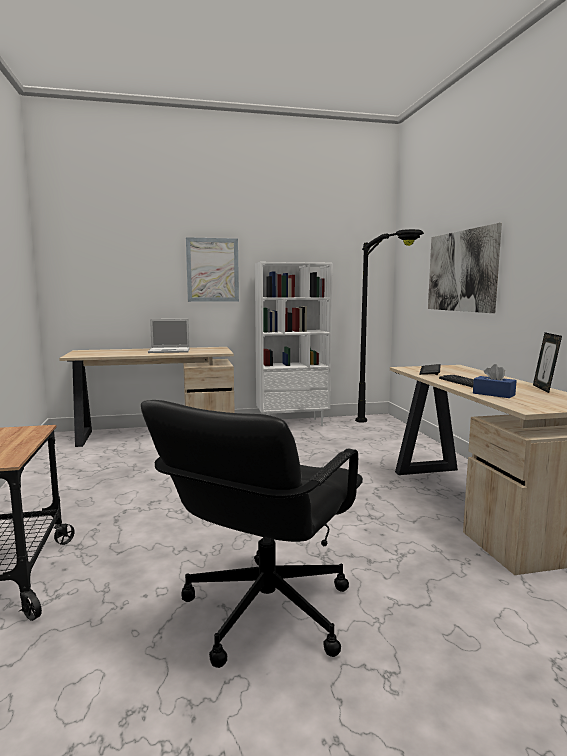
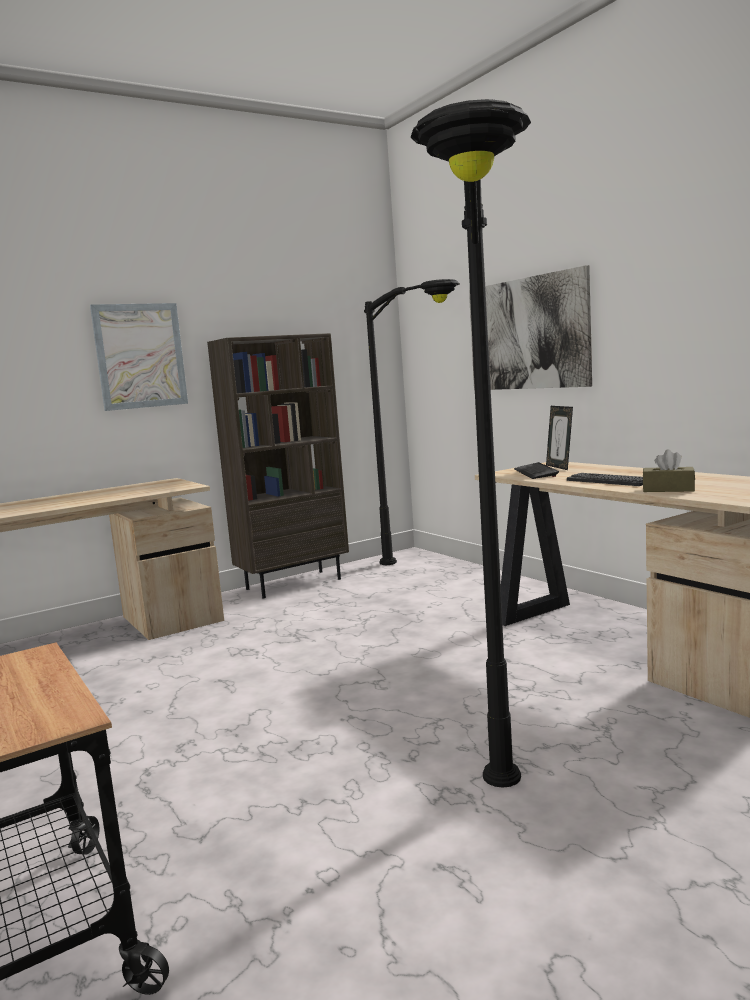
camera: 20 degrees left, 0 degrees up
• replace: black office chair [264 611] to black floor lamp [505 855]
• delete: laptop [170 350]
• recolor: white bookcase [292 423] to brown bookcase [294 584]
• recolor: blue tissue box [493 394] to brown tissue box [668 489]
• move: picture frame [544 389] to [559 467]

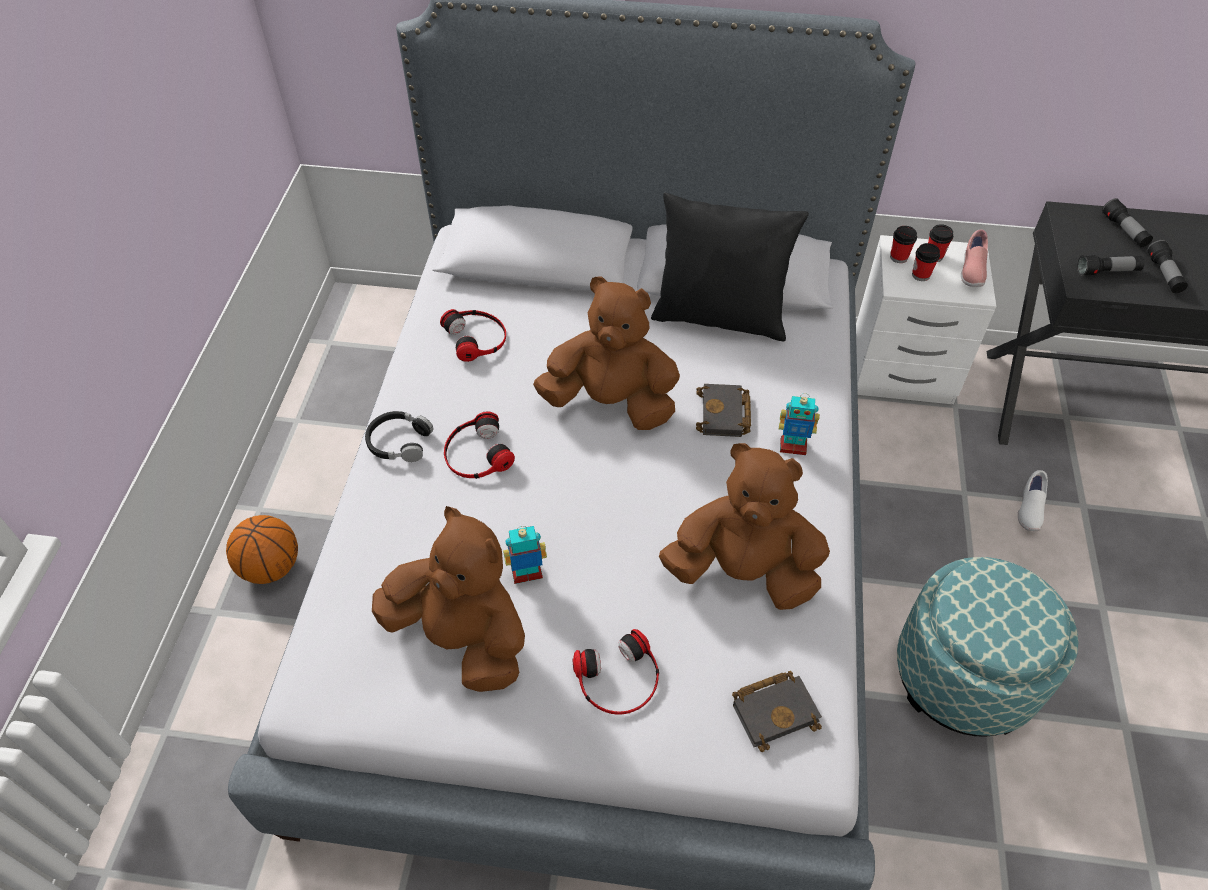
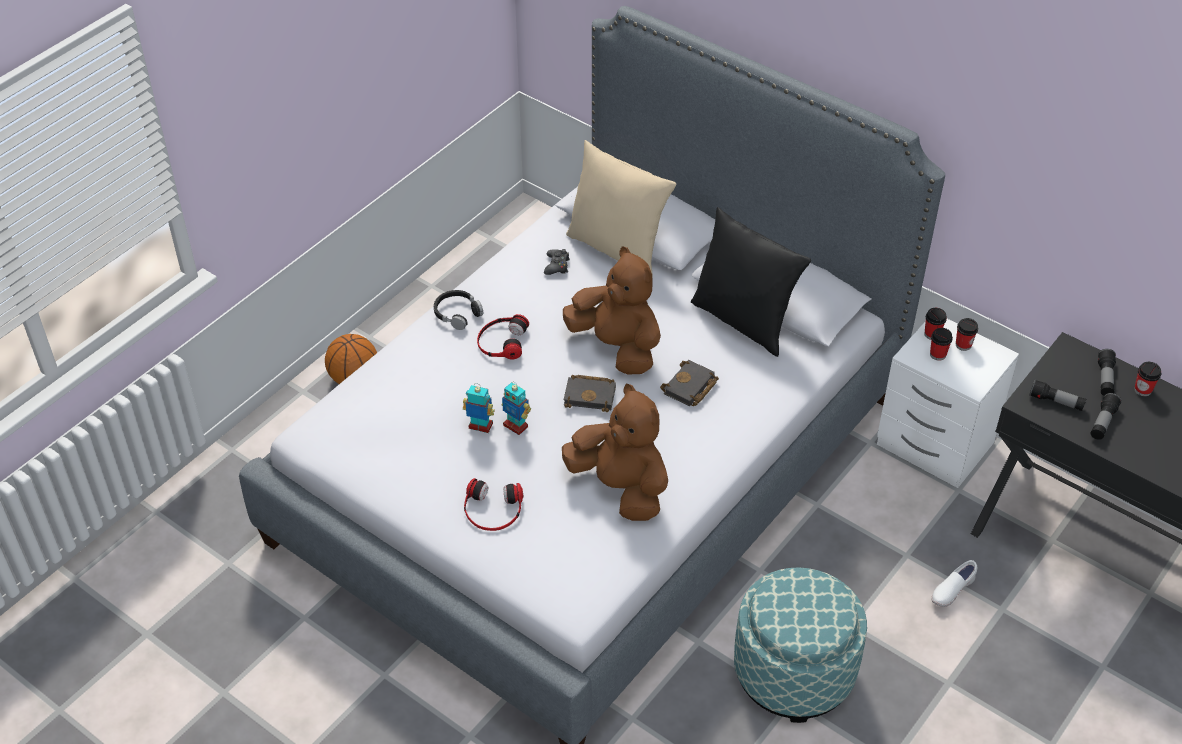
camera: 30 degrees right, 5 degrees down
• delete: brown plush toy [462 637]
• replace: headphones [477 337] to black game controller [557 266]
• move: black book [775 710] to [591 395]
• move: toy robot [793 446] to [516 425]
• delete: pink shoe [971 270]
• insert: beige pillow [617 249]
• insert: cup [1143 390]

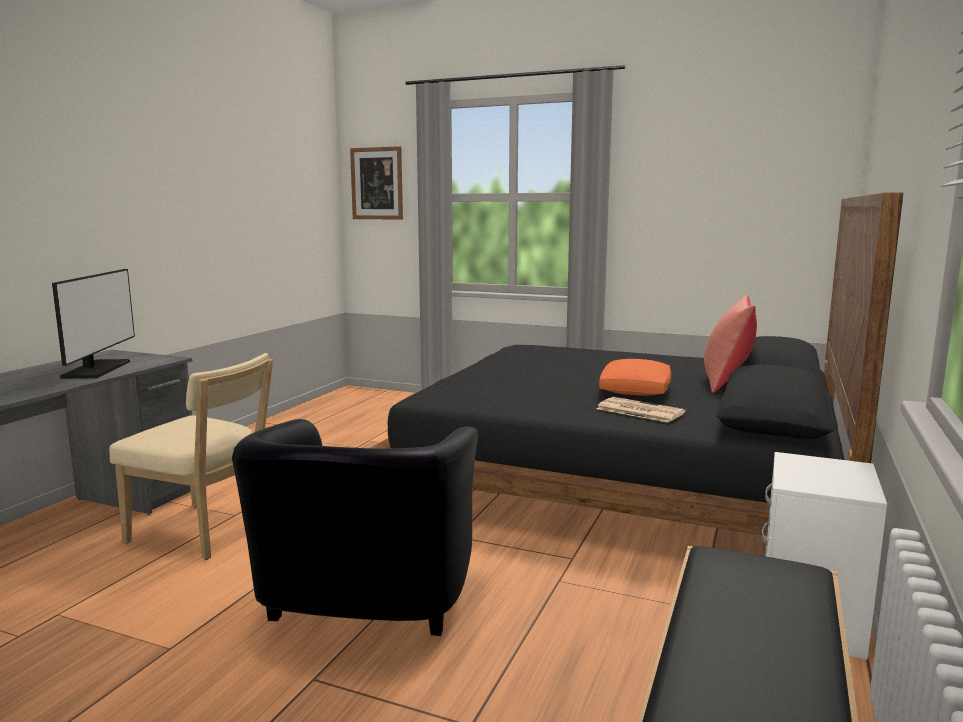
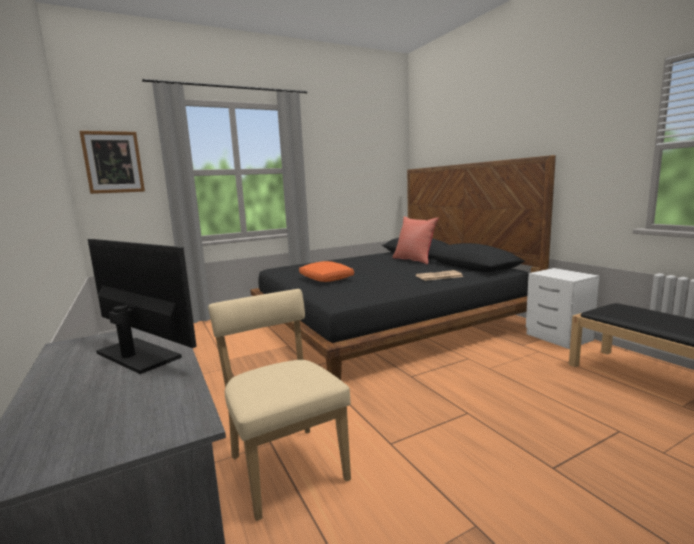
camera: 50 degrees left, 0 degrees up
• rotate: beige chair [205 533] = [285 465] 90 degrees counterclockwise
• delete: black armchair [364 607]
• move: orange pillow [635 390] to [326 279]

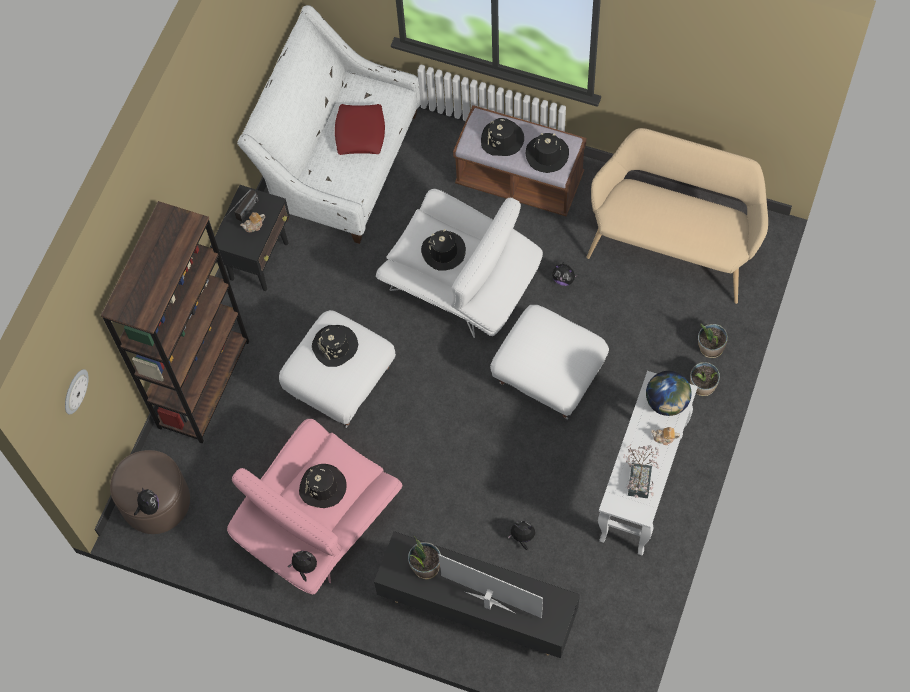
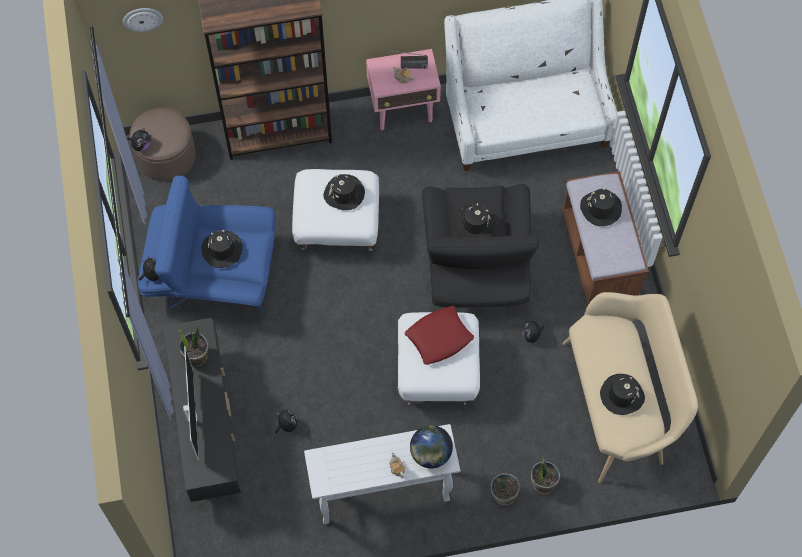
camera: 55 degrees right, 0 degrees up
• recolor: black side table [259 260] to pink side table [403 111]
• recolor: pink armchair [318 524] to blue armchair [212 274]
• move: red pillow [360 132] to [439 337]
• recolor: white armchair [462 285] to black armchair [476 264]
• move: black hat [547 155] to [621 395]
• delete: potted plant [640 478]

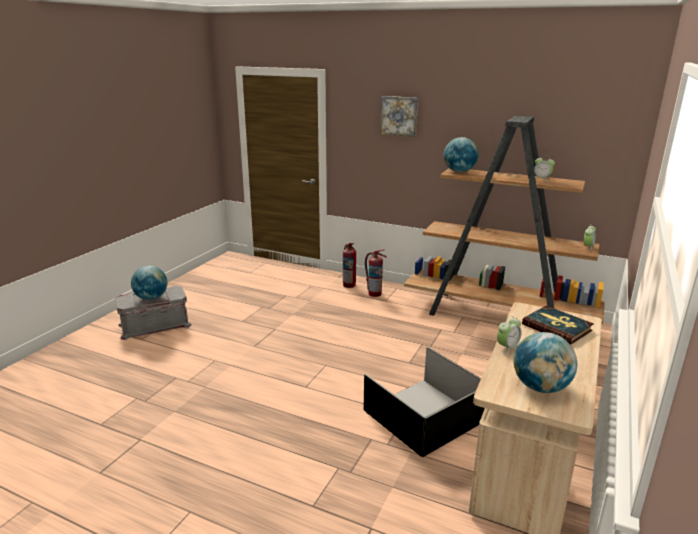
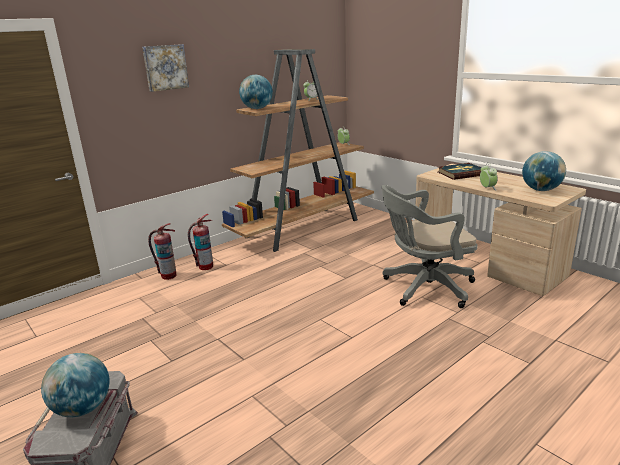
camera: 65 degrees left, 0 degrees up
• replace: black storage box [424 414] to grey office chair [424 288]

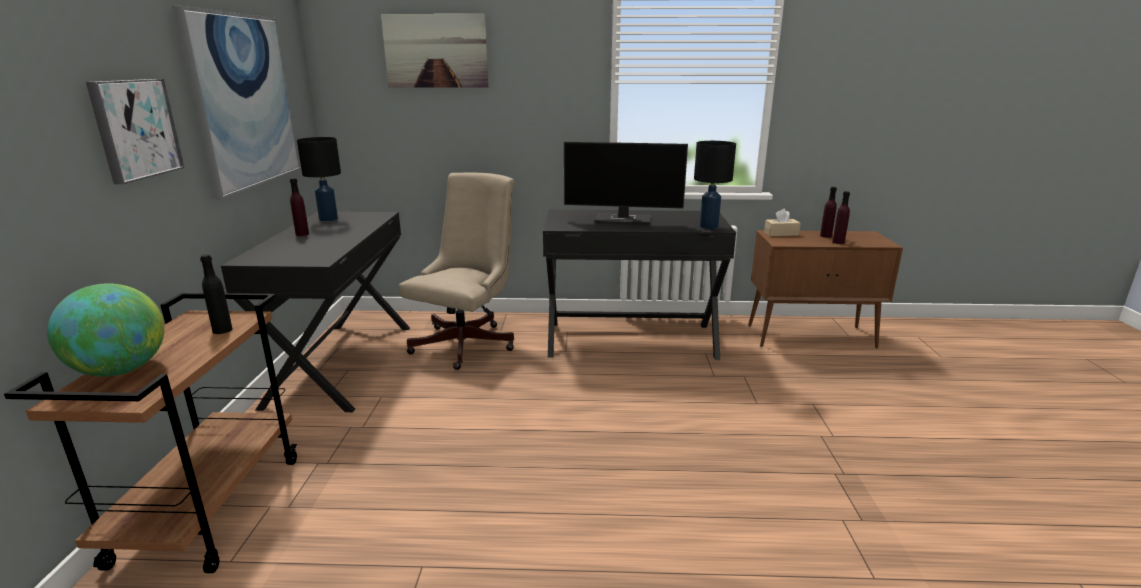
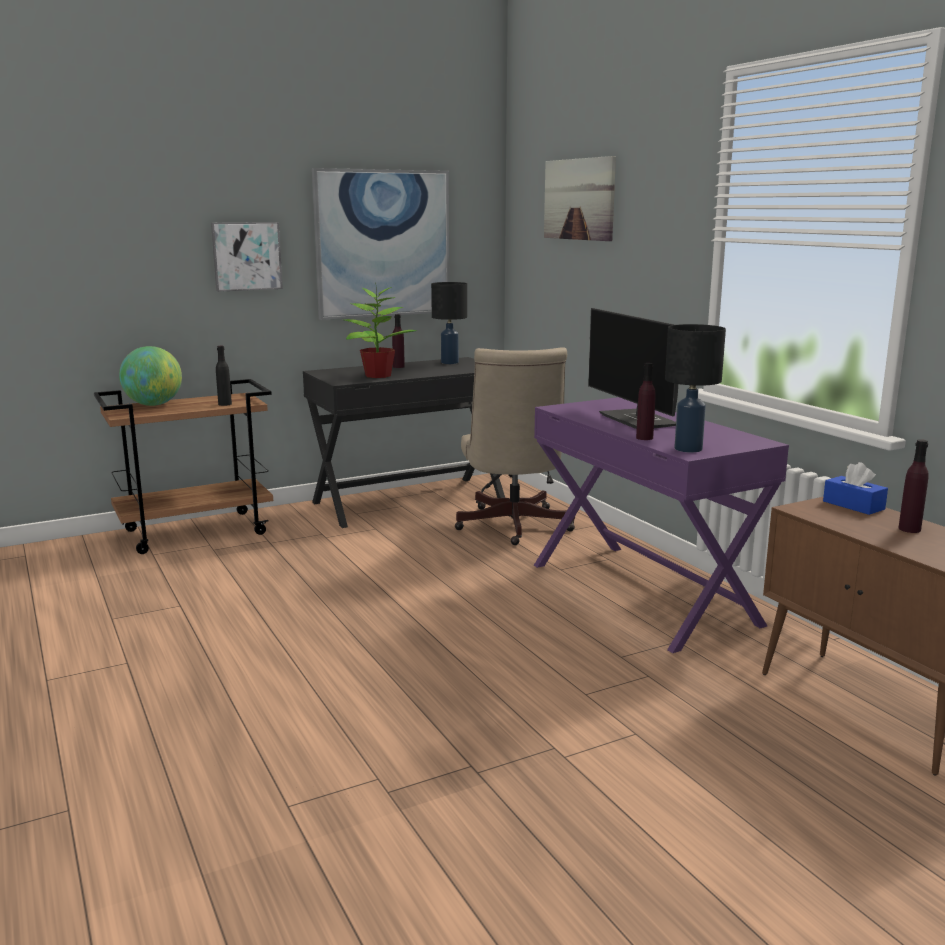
camera: 60 degrees right, 5 degrees down
• rotate: beige office chair [468 342] = [513 527] 90 degrees clockwise
• recolor: black desk [631 339] to purple desk [643 593]
• recolor: beige tissue box [781 233] to blue tissue box [853 505]
• move: purple bottle [838 242] to [644 438]
• insert: potted plant [377 375]

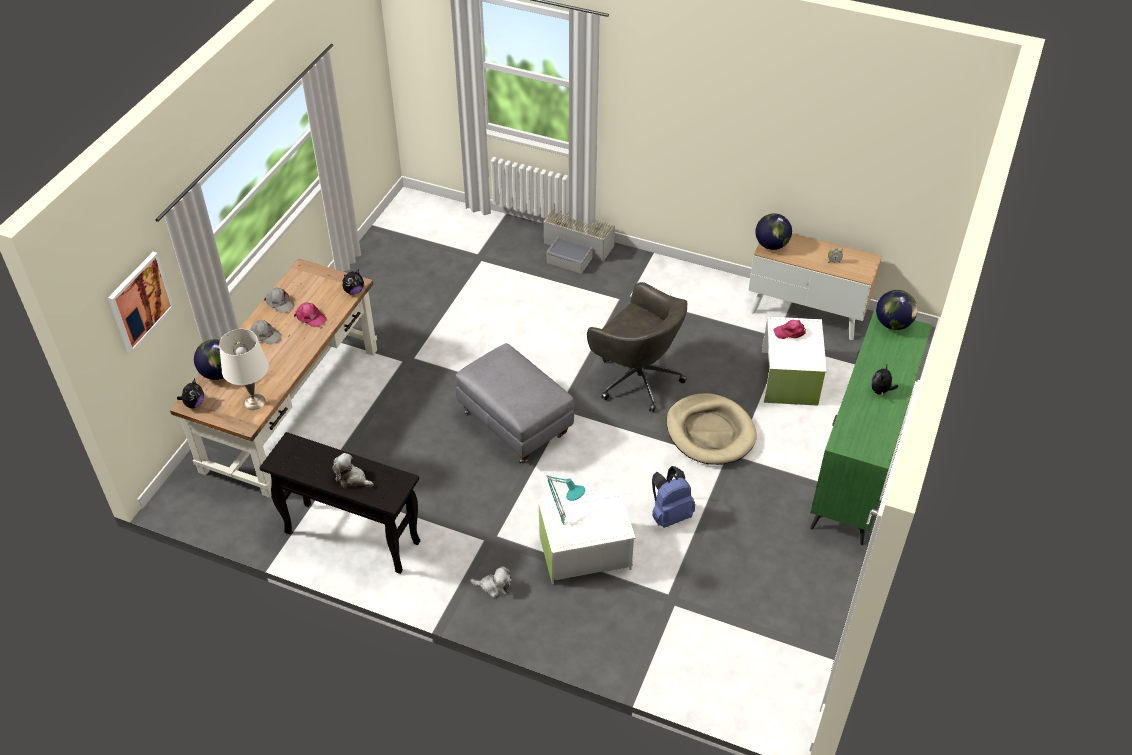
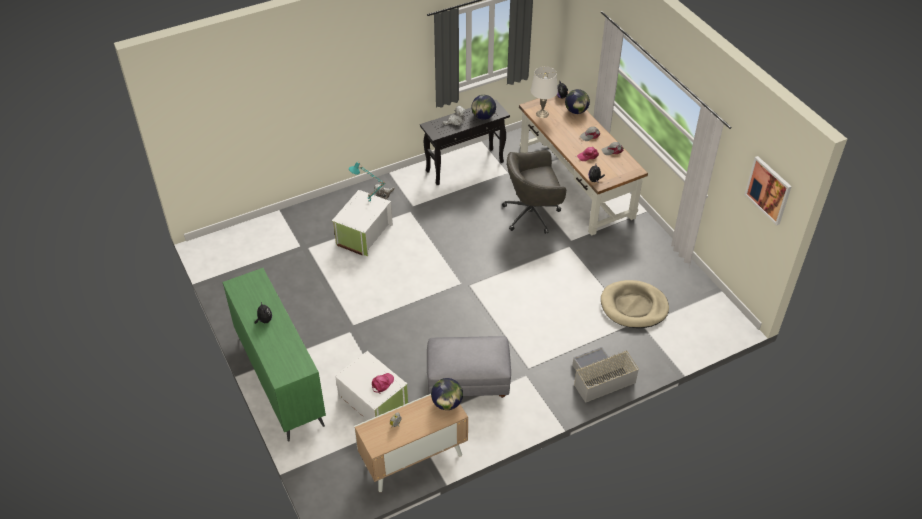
camera: 130 degrees right, 0 degrees up
• move: picture [140 301] to [768 190]
• move: grey ottoman [516 424] to [468 384]
• move: grey office chair [636 378] to [532 214]
• delete: blue backpack [670 515]
• move: beige dog bed [710 432] to [634 306]
• move: globe [893 324] to [483 116]

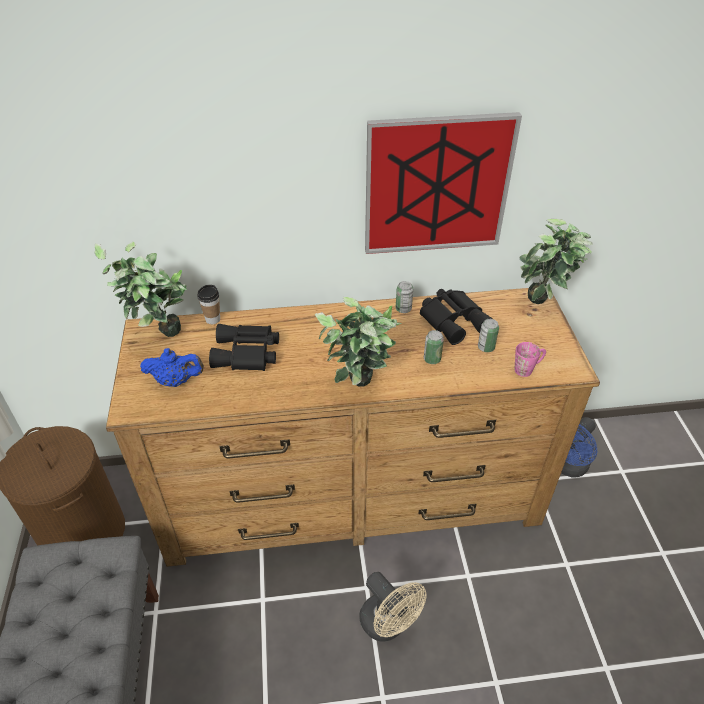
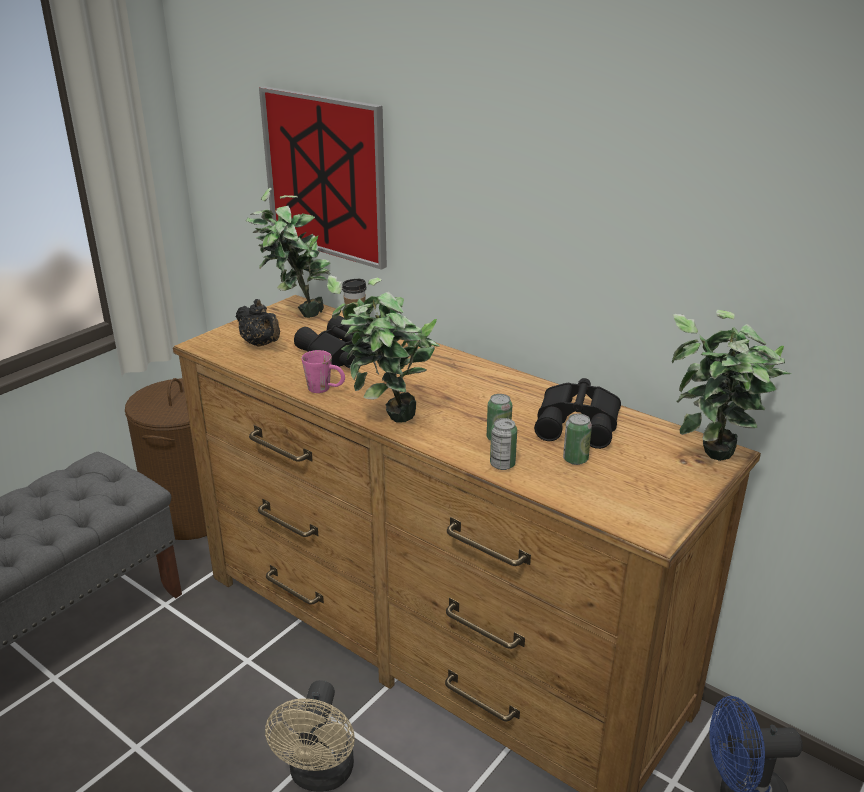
camera: 45 degrees right, 15 degrees down
• recolor: blue teapot [176 381] to black teapot [261 344]
• move: picture [437 185] to [325 176]
• move: can [403 309] to [502 464]
• move: pink mug [528 368] to [325 389]

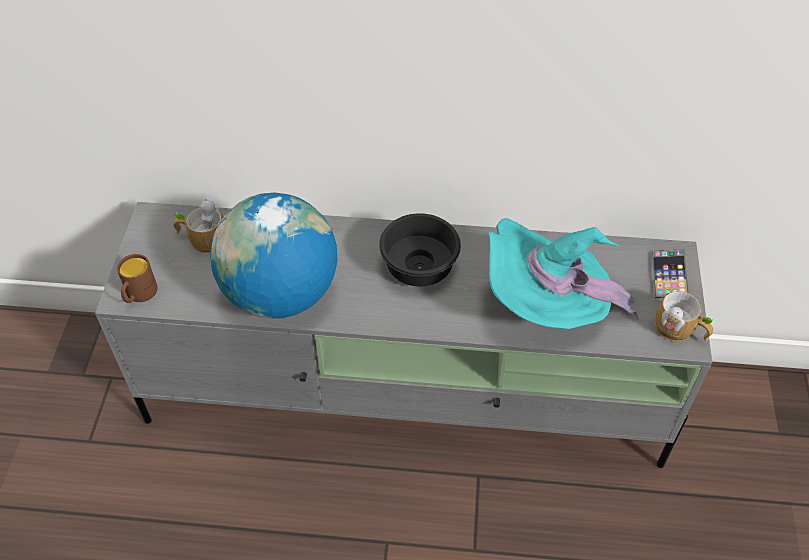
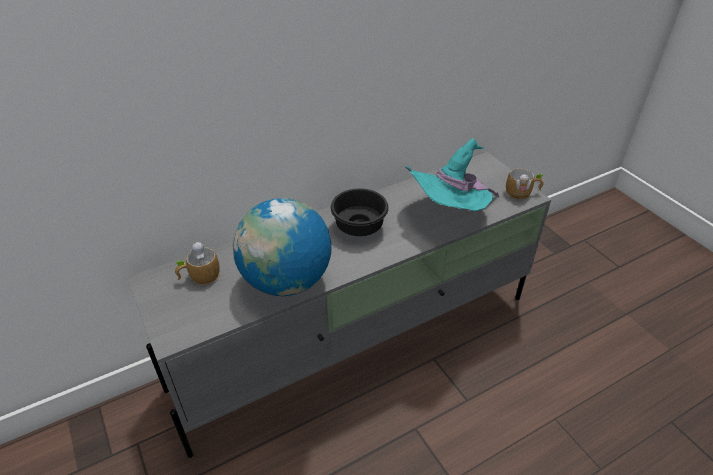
camera: 35 degrees left, 10 degrees down
• delete: brown mug [139 295]
• delete: phone [668 276]

